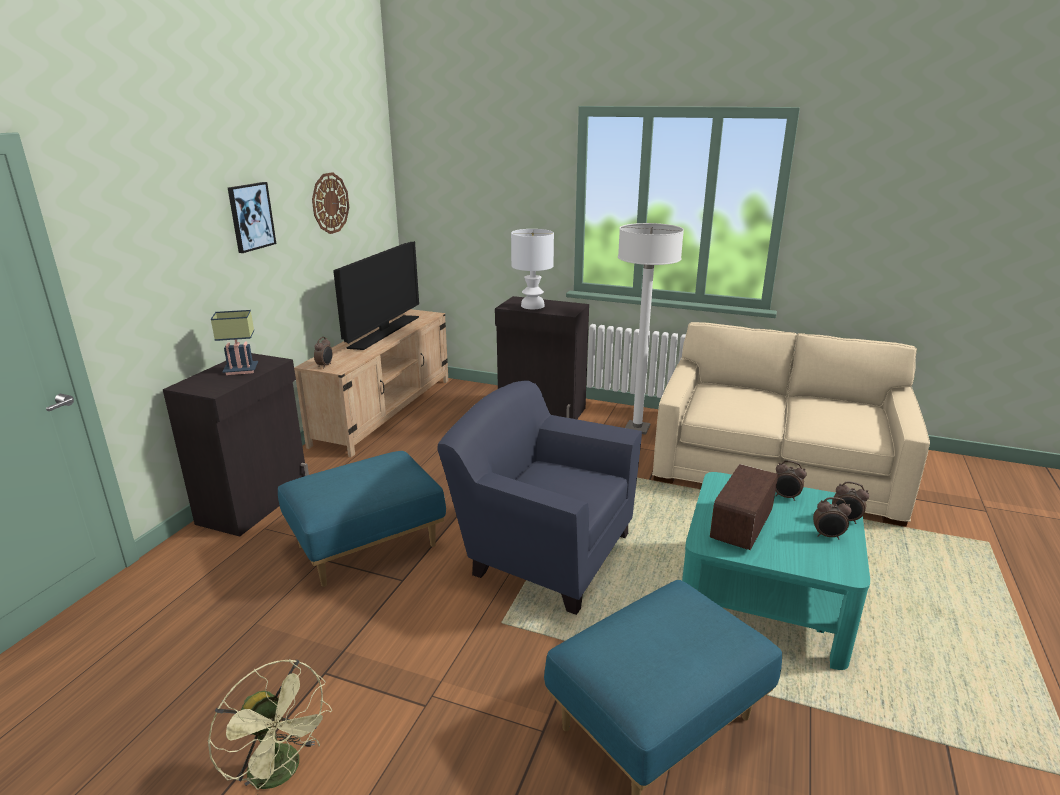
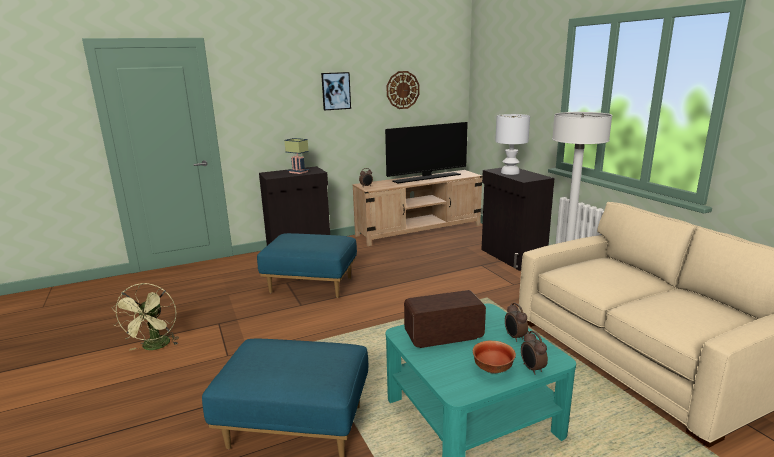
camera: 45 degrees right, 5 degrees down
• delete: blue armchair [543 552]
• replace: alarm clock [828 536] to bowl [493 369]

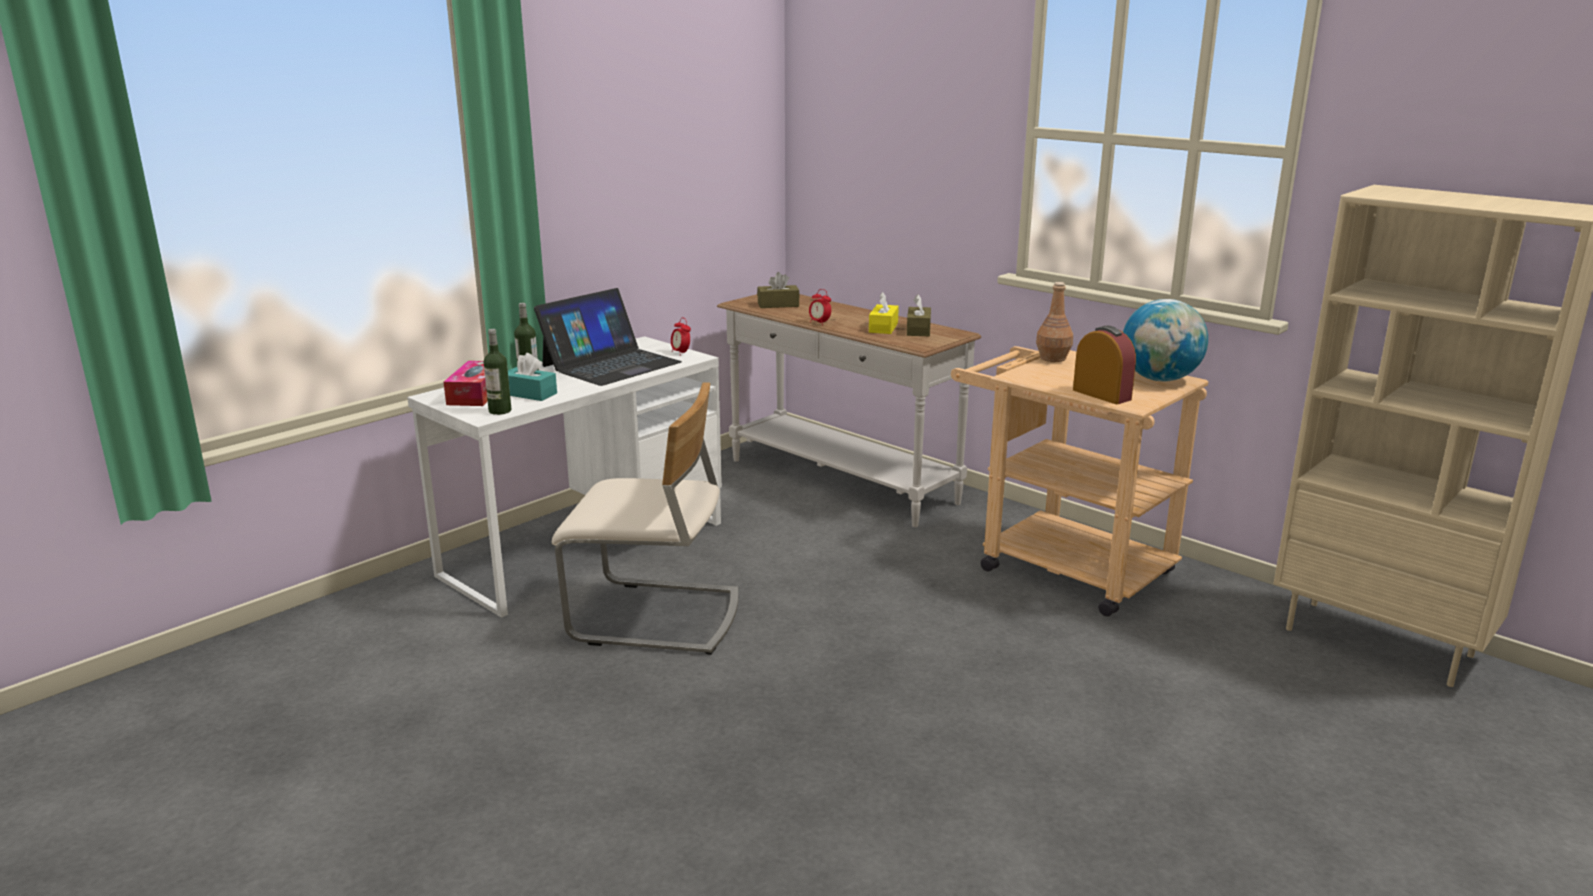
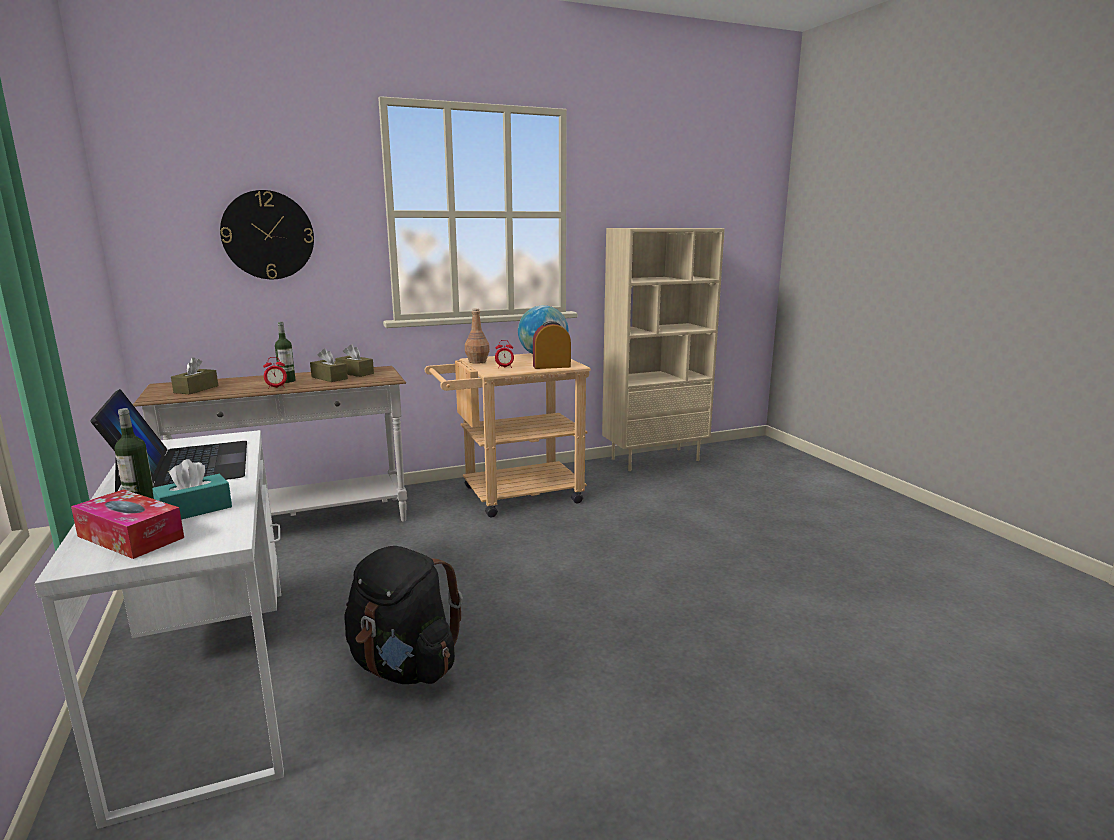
camera: 65 degrees left, 5 degrees down
• move: bottle [500 411] to [287 381]
• replace: beige chair [655 618] to black backpack [404 666]
• move: alarm clock [681 353] to [504 367]
• recolor: yellow tissue box [883 328] to brown tissue box [329 378]
• insert: wall clock [268 235]

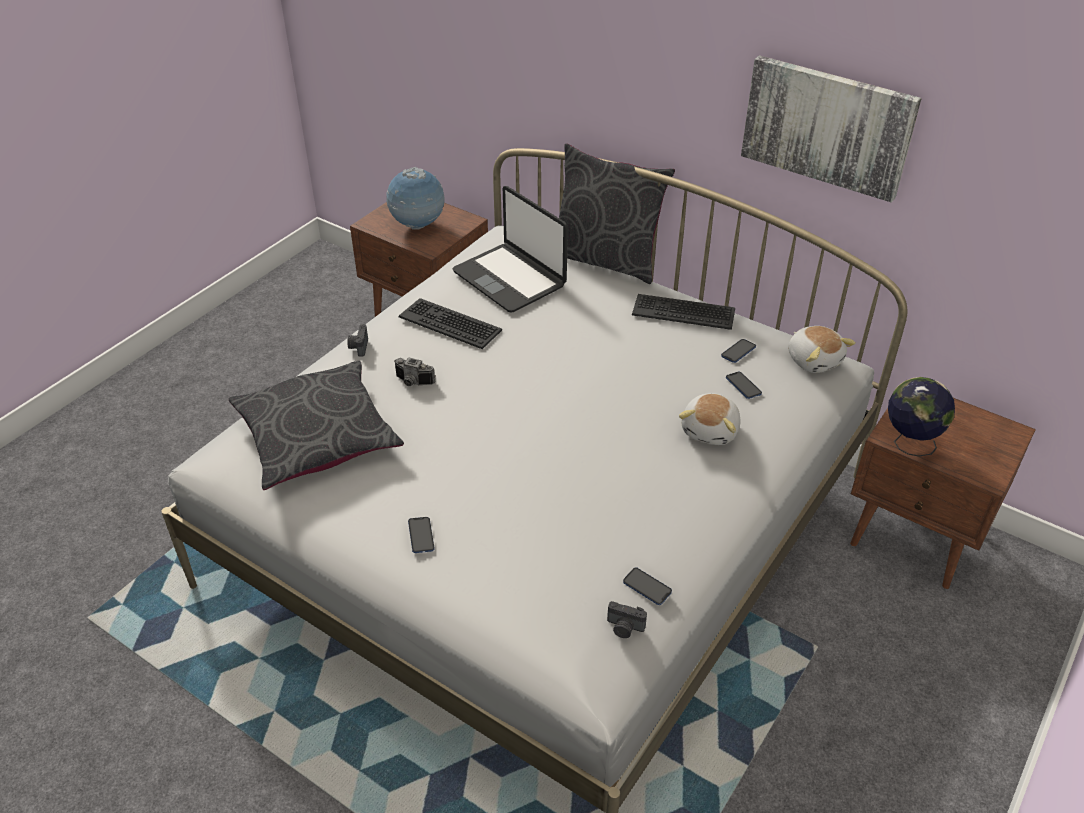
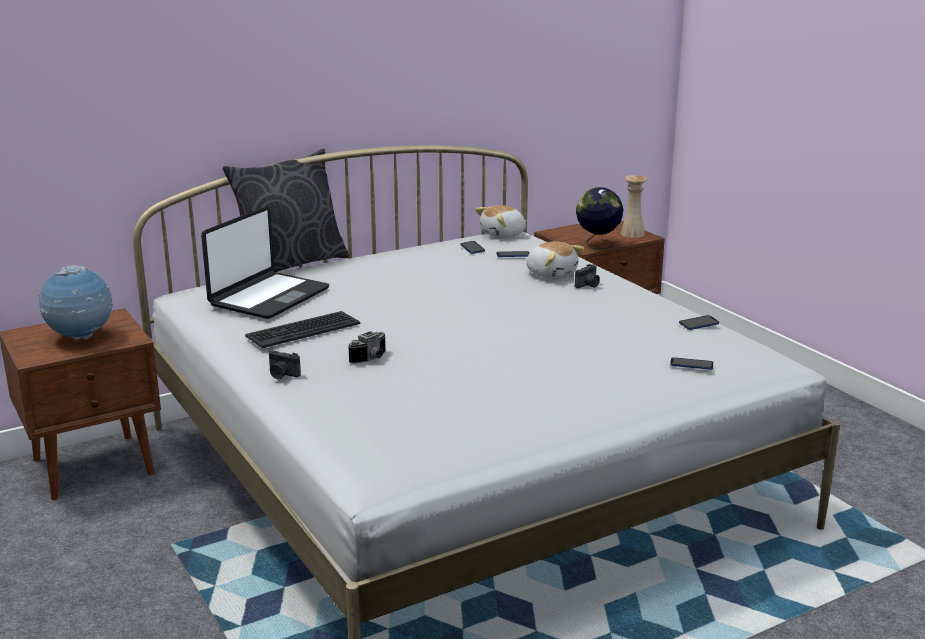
camera: 65 degrees left, 20 degrees down
• delete: grey pillow [317 436]
• move: phone [421 536] to [691 365]
• rotate: laptop [510 278] = [268 297] 45 degrees counterclockwise
• move: photo camera [624 628] to [588 285]
• delete: keyboard [683 312]
• delete: picture [827 126]
• rotate: plush toy [814 360] = [503 235] 150 degrees clockwise
• insert: beige vase [632 234]

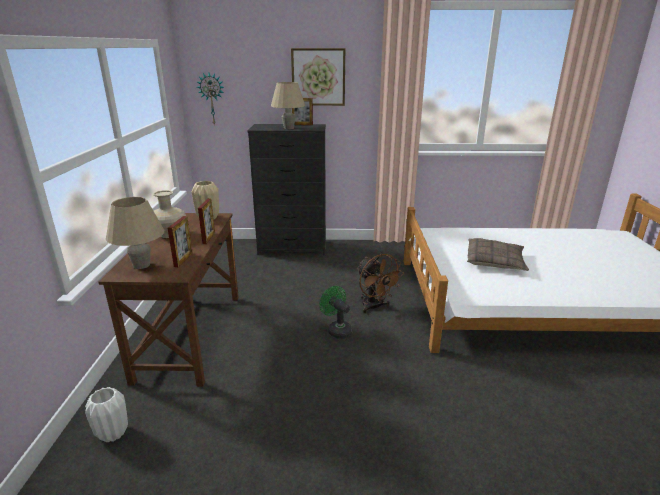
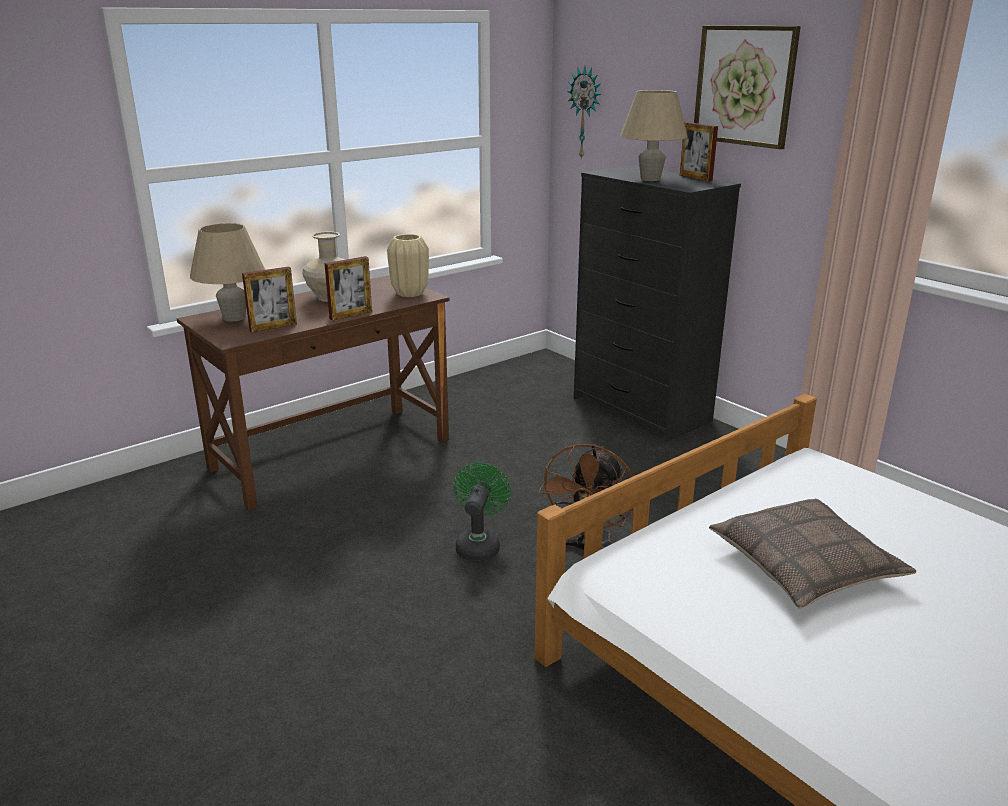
camera: 50 degrees right, 0 degrees up
• delete: white vase [113 433]

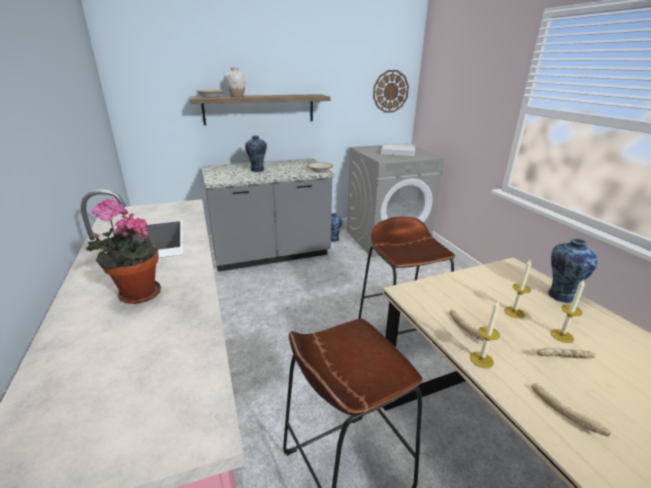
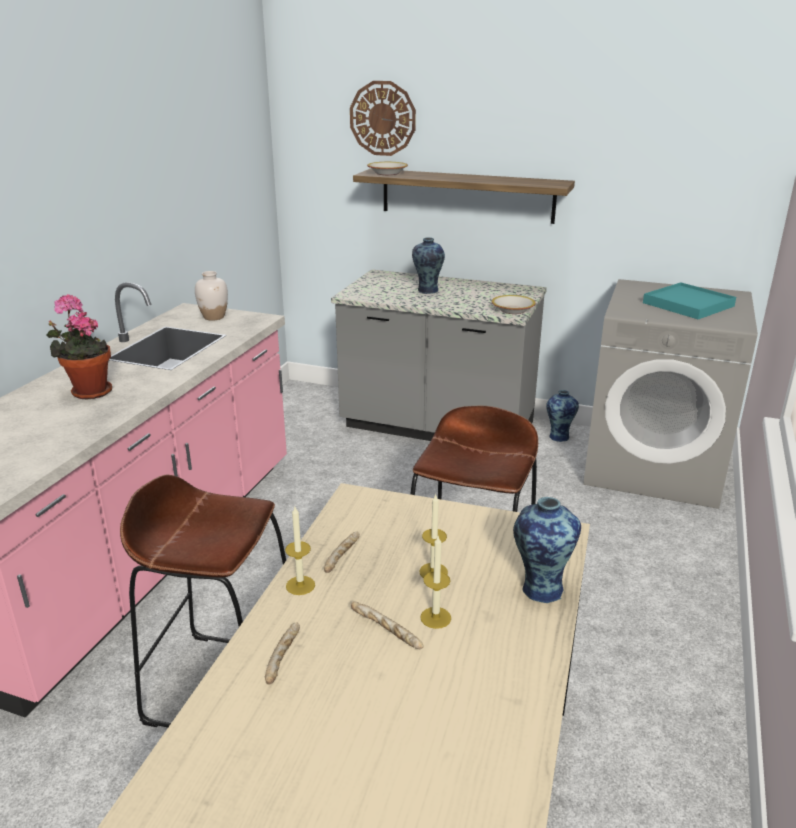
camera: 40 degrees right, 0 degrees up
• move: white vase [237 96] to [214 317]
• move: wall clock [390 91] to [382 118]
• recolor: white tray [398 151] to turquoise tray [688 304]

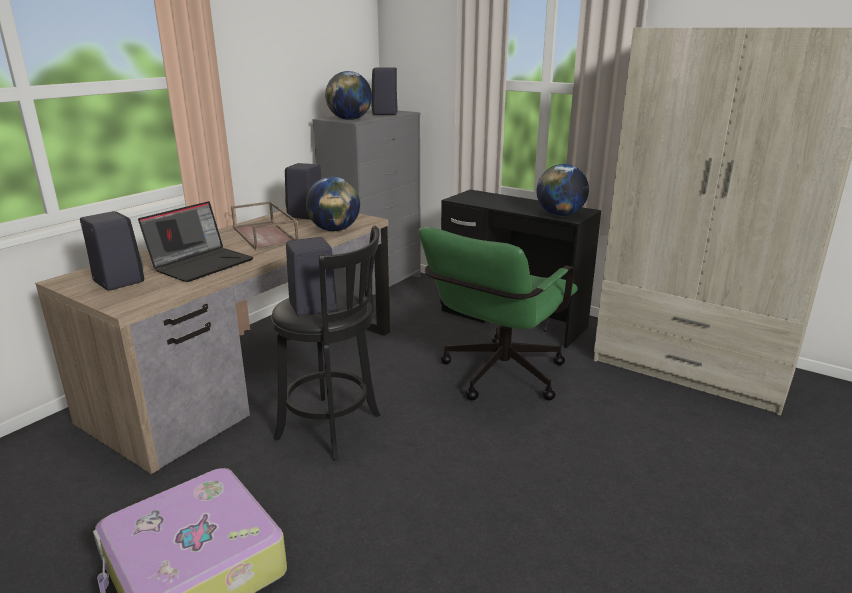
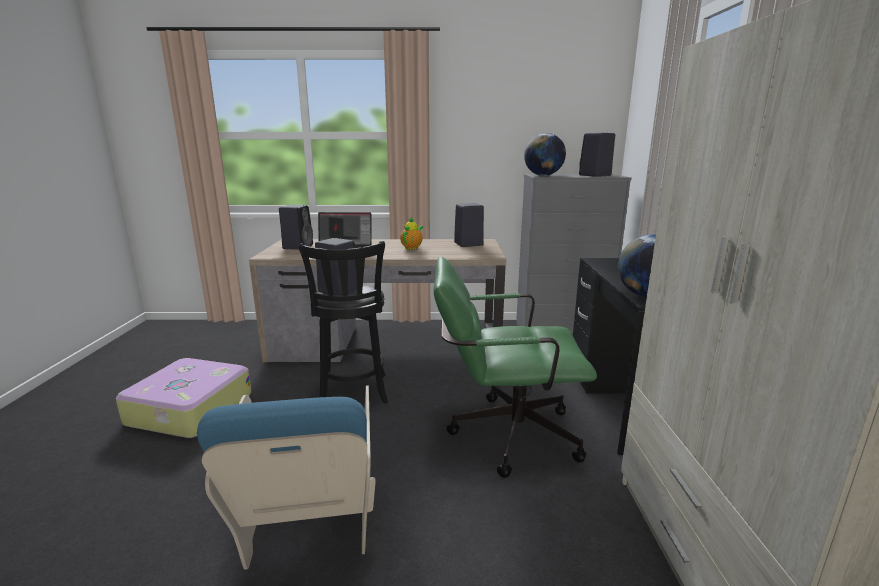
camera: 55 degrees right, 5 degrees down
• replace: brown tray [266 235] to teapot [412 247]
• delete: globe [334 230]
• insert: blue armchair [311 524]

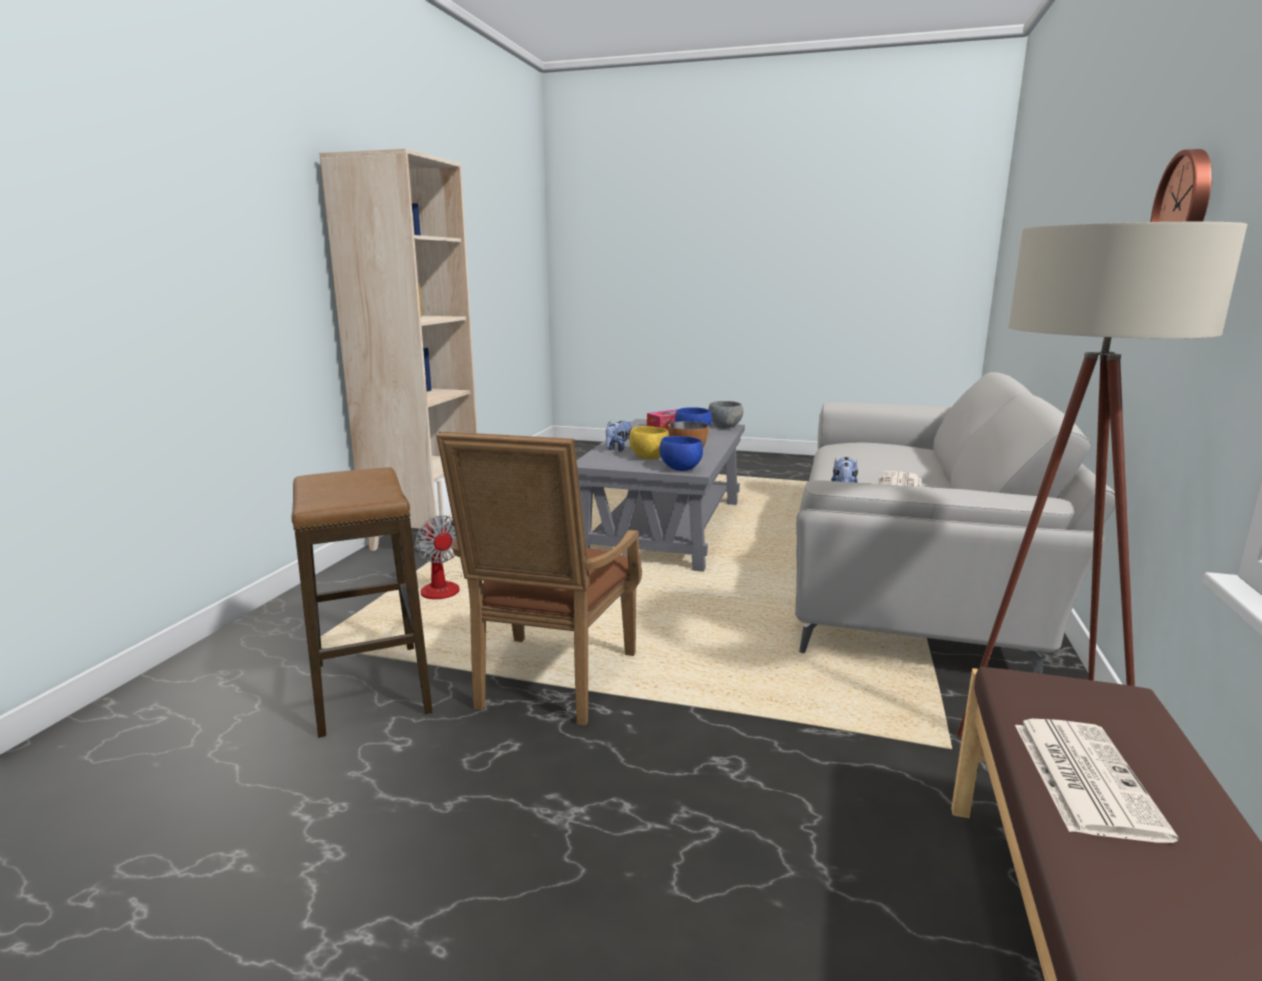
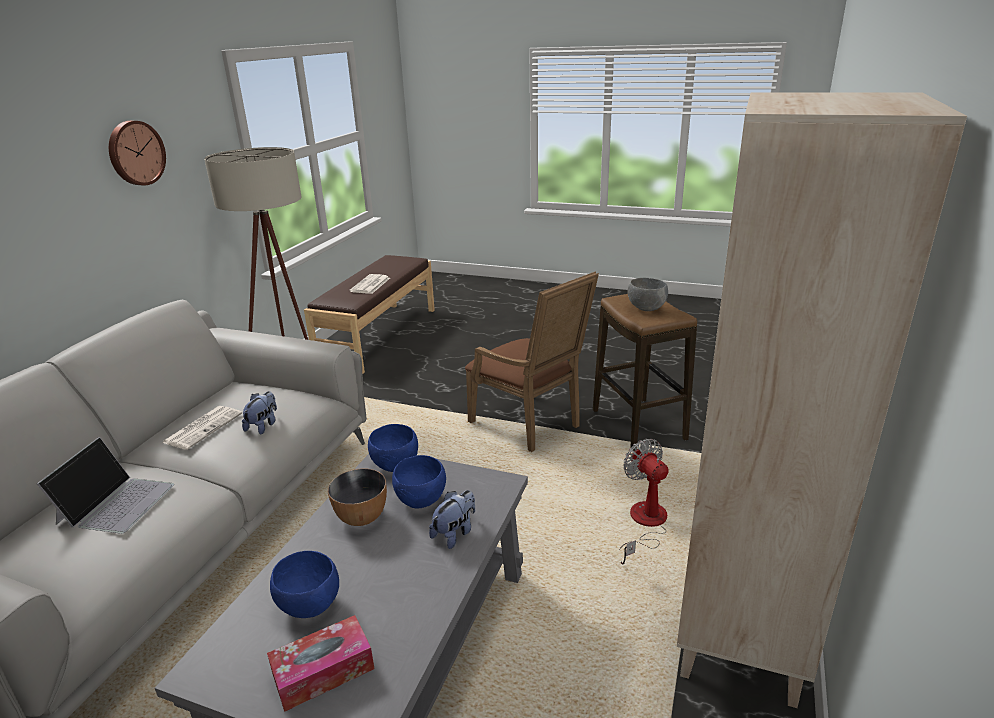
camera: 175 degrees left, 10 degrees up
• rotate: brown armchair [549 685] = [531 425] 120 degrees clockwise
• recolor: yellow bowl [648 458] to blue bowl [421 500]
• move: grey bowl [724 427] to [646 309]
• insert: laptop [116 502]

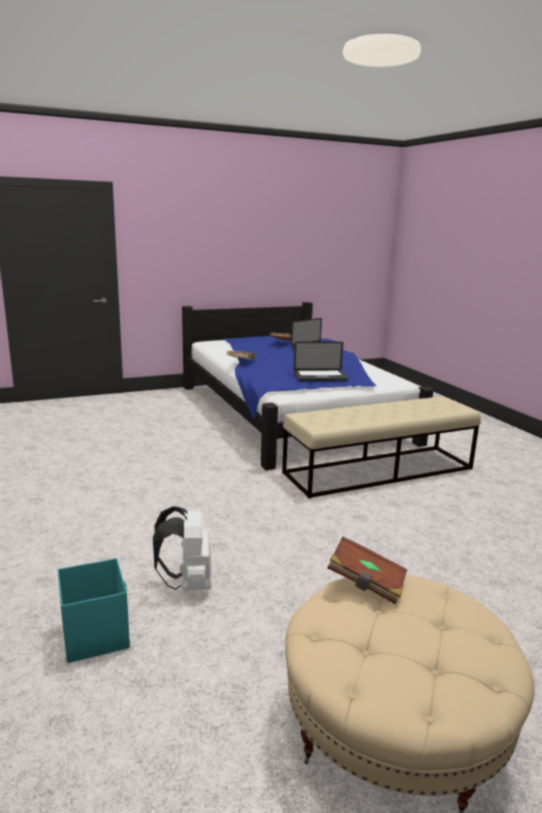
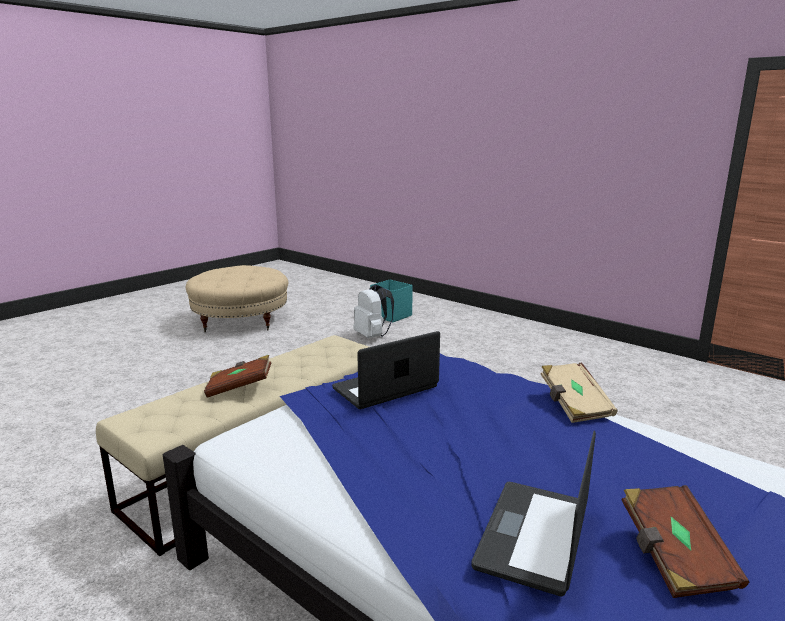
camera: 155 degrees right, 0 degrees up
• move: brown book [366 583] to [239 388]

